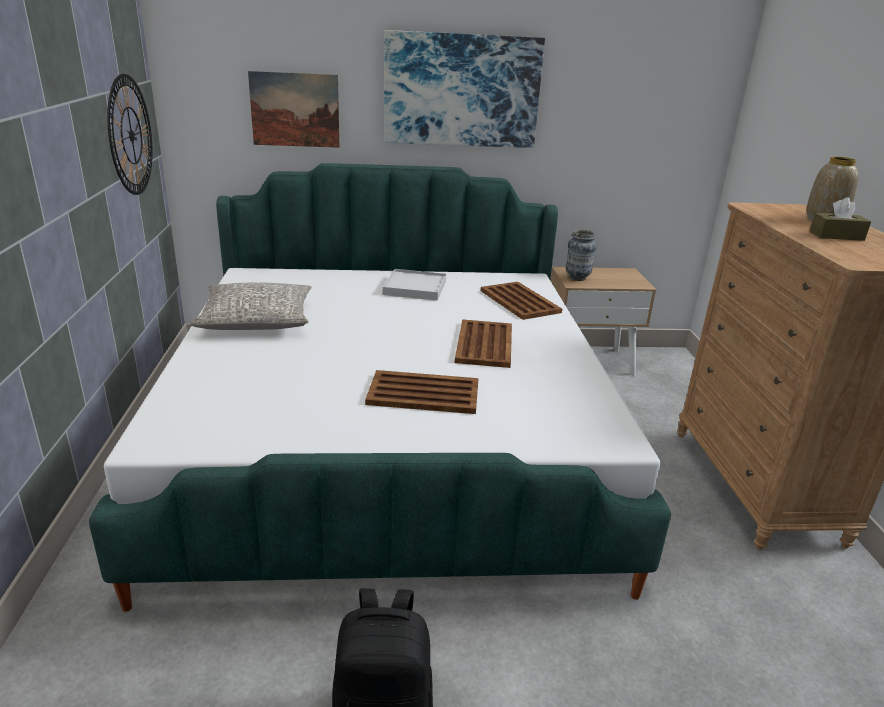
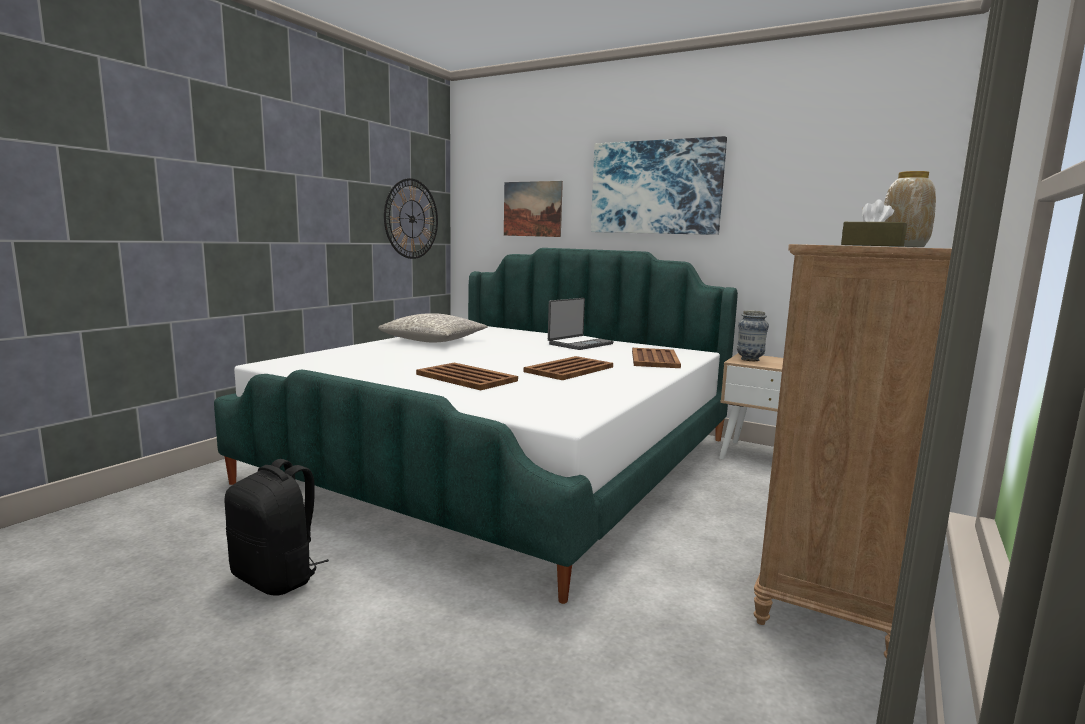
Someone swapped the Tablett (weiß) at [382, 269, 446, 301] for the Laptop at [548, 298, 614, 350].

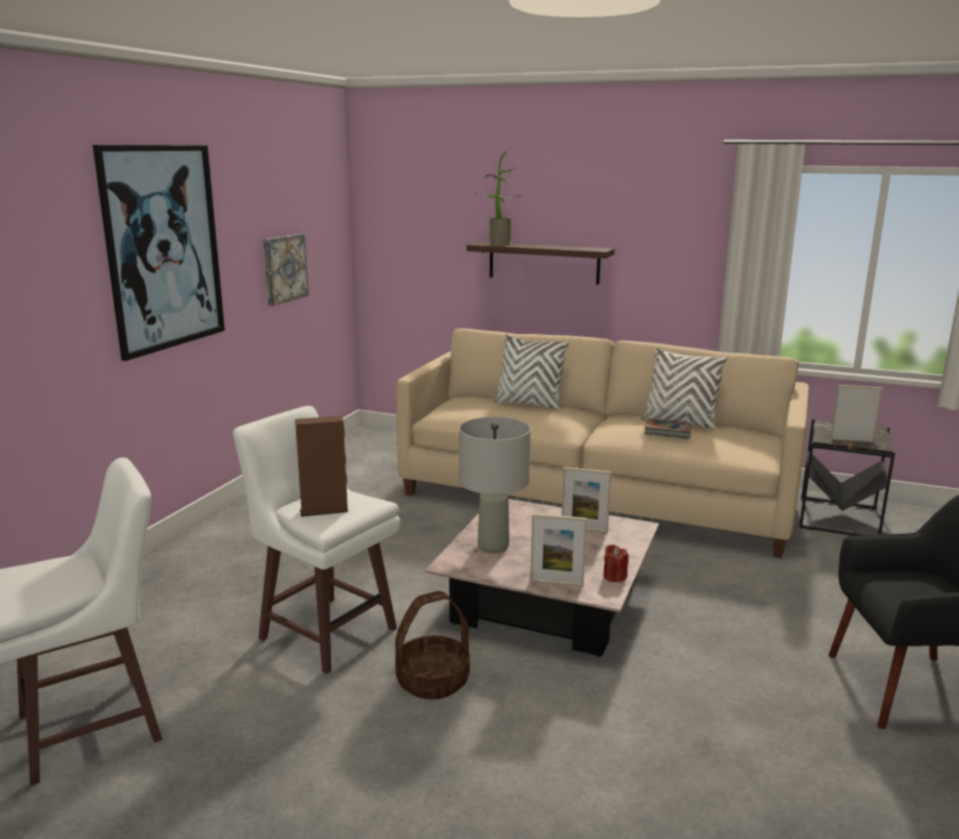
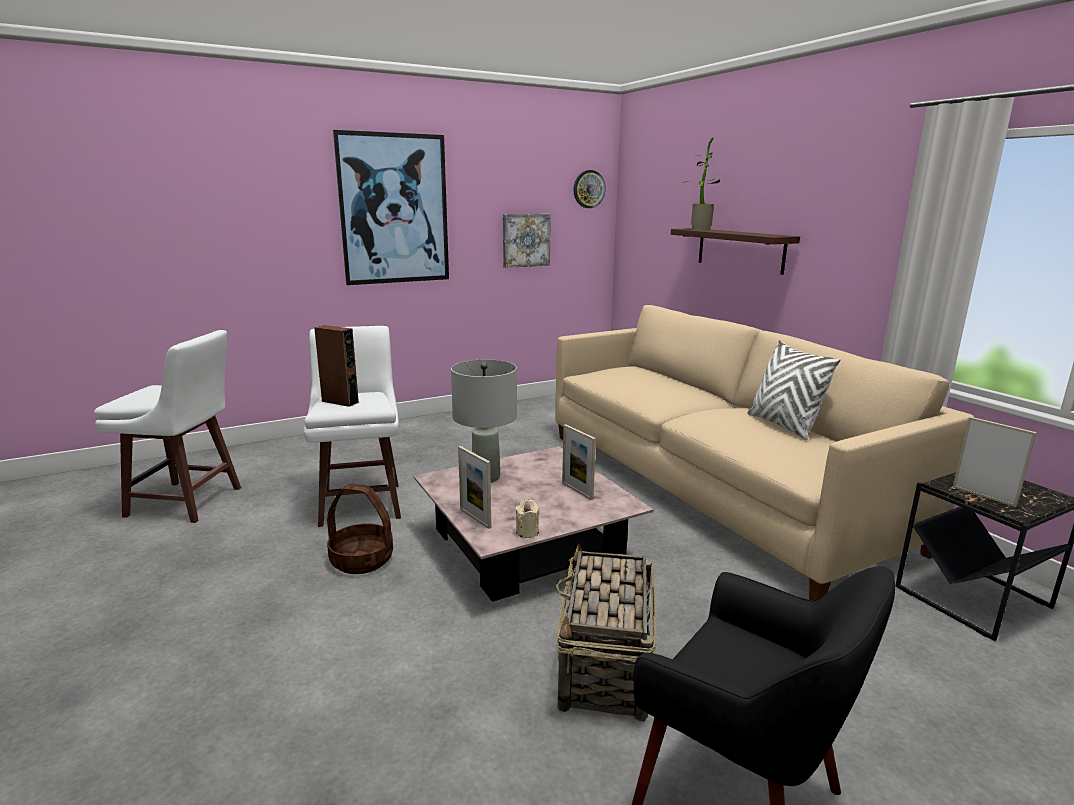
Someone took away the Kissen (weiß) at [494, 334, 569, 410]. Someone took away the Buch at [645, 418, 691, 439]. Someone put down the Korb at [556, 544, 657, 721]. Someone put up the Wanduhr at [573, 170, 606, 208]. Someone repainted the Kerze (rot) at [603, 544, 629, 582], which became the Kerze (beige) at [516, 499, 539, 538].

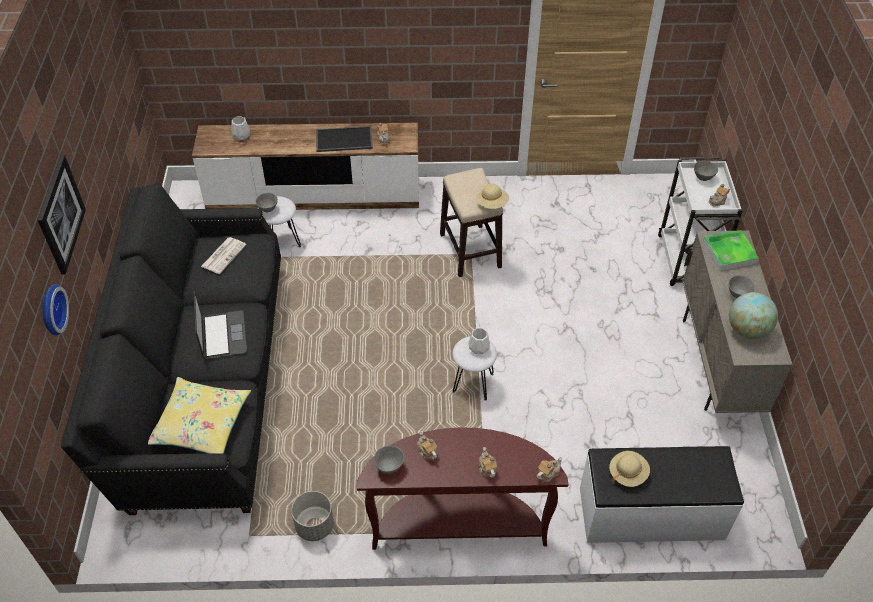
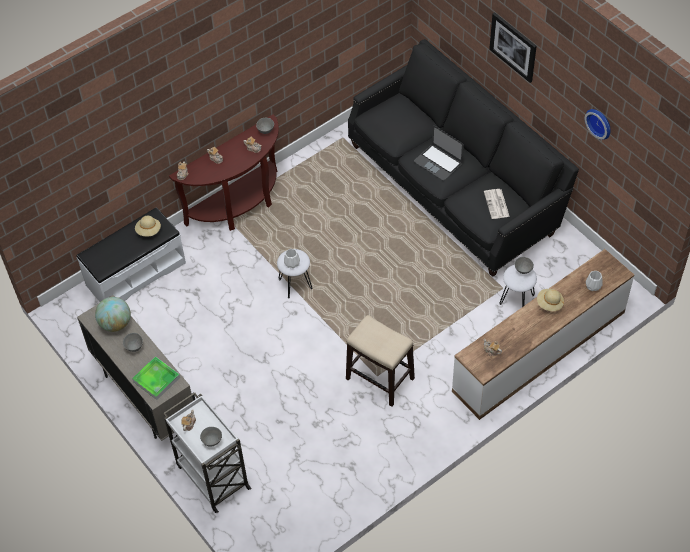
Someone took away the Kissen (gelb) at [148, 377, 251, 454]. Someone took away the Pflanzkübel (grau) at [291, 491, 334, 541]. Someone took away the Tablett at [316, 126, 373, 152]. Someone carried the Wanduhr from [43, 284, 69, 336] to [585, 109, 610, 140]. Someone carried the Hut (beige) from [476, 184, 509, 209] to [537, 289, 564, 311].

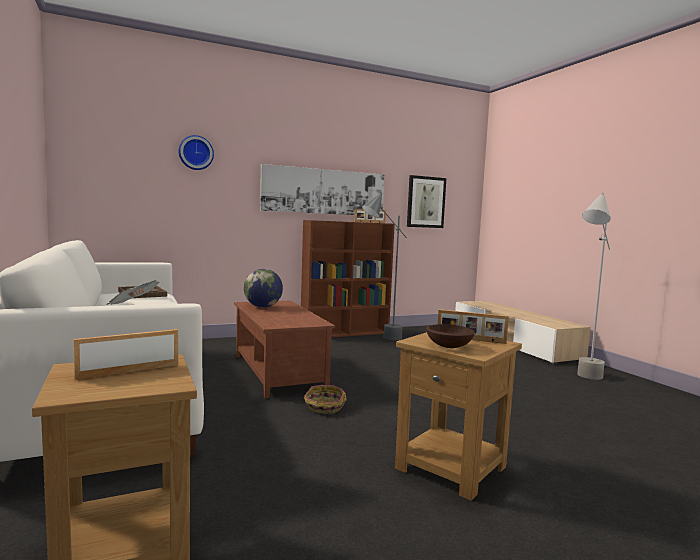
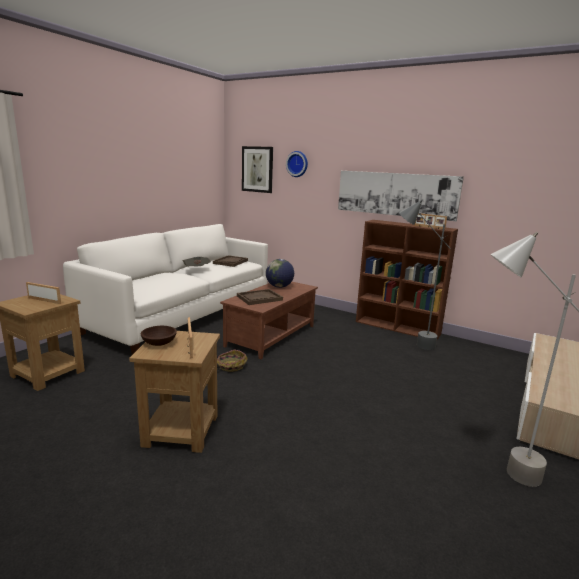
Someone put down the Tablett (braun) at [237, 289, 283, 305]. Someone carried the Bild from [407, 175, 446, 228] to [242, 146, 273, 193].

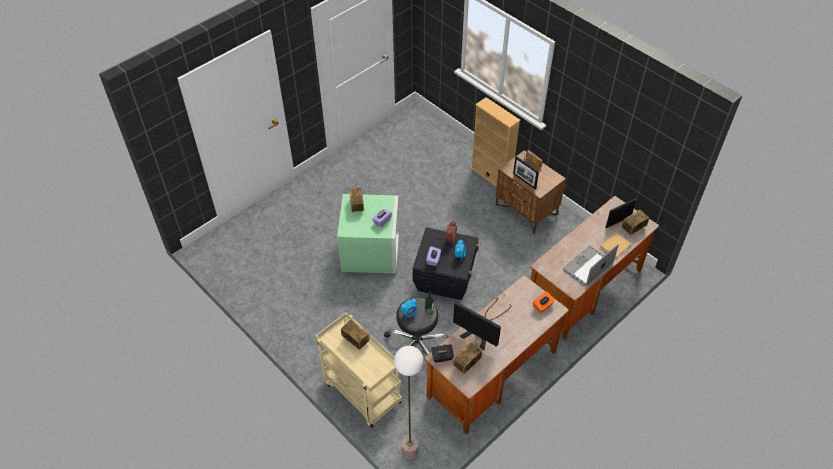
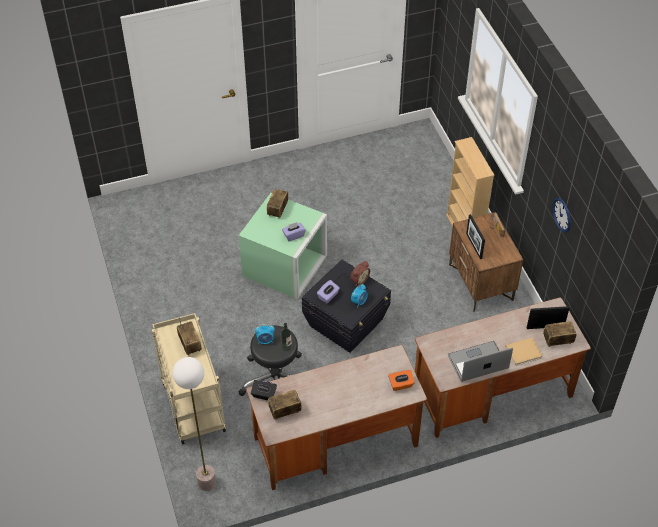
Someone took away the Monitor at [453, 297, 512, 350]. Someone put up the Wanduhr at [553, 198, 571, 233].

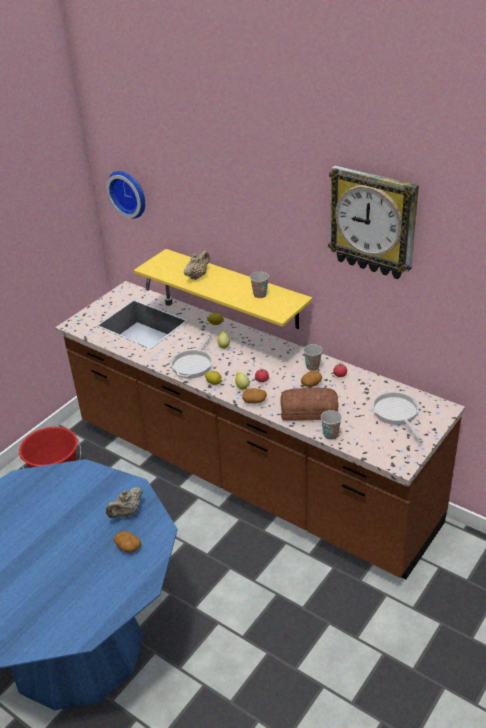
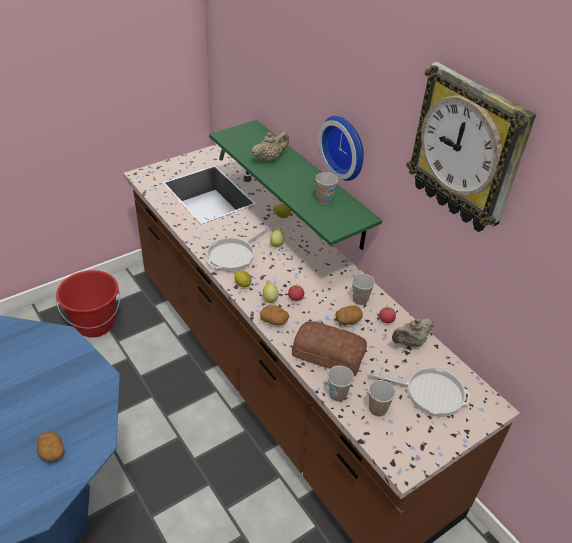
Someone put down the Tasse at [369, 380, 396, 417]. Someone carried the Wanduhr from [106, 171, 145, 219] to [318, 116, 364, 181]. Someone carried the Teekanne (beige) from [106, 487, 143, 518] to [392, 318, 434, 347]. Someone repainted the Wandregal (gelb) at [134, 249, 313, 329], which became the Wandregal (grün) at [209, 120, 382, 250]. Someone rotated the Pfanne at [373, 390, 423, 443] by 105 degrees clockwise.

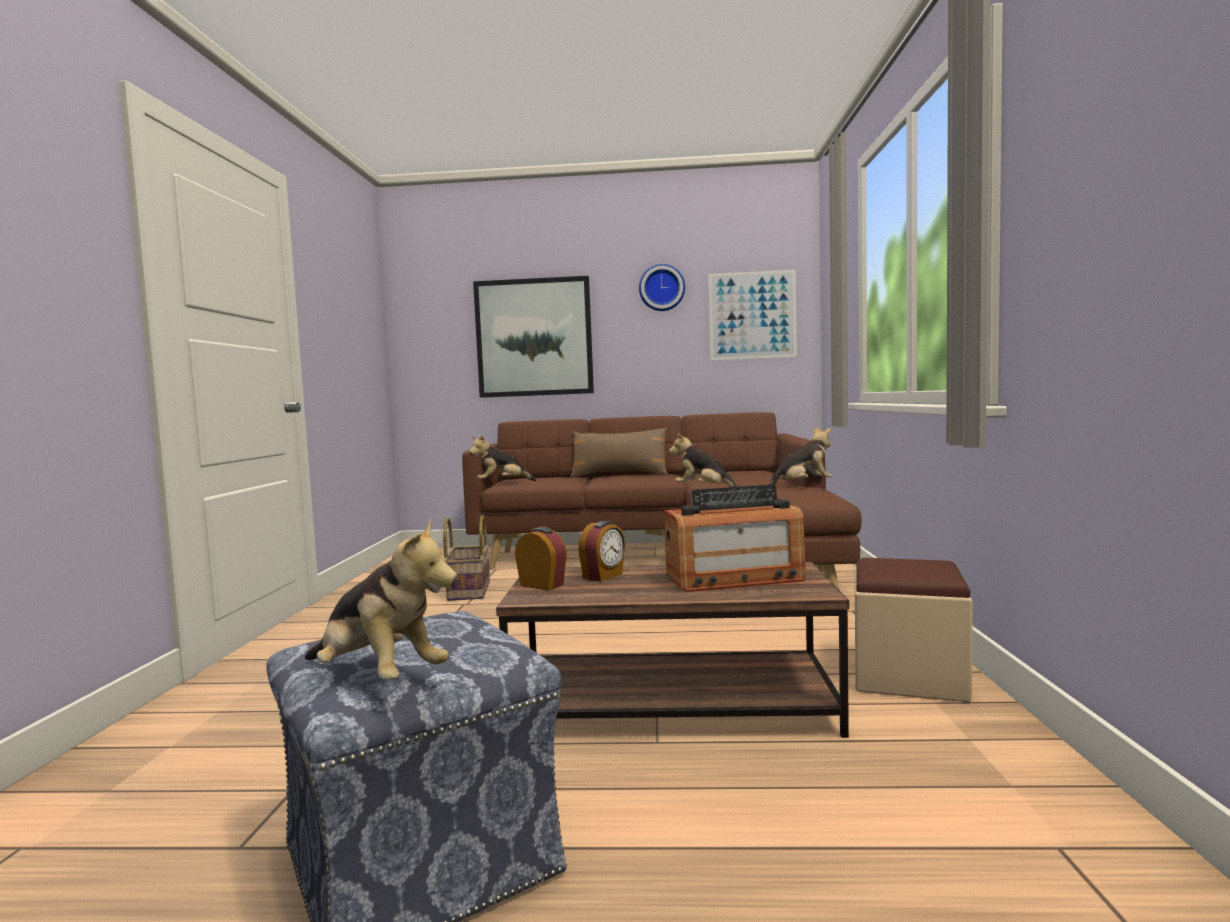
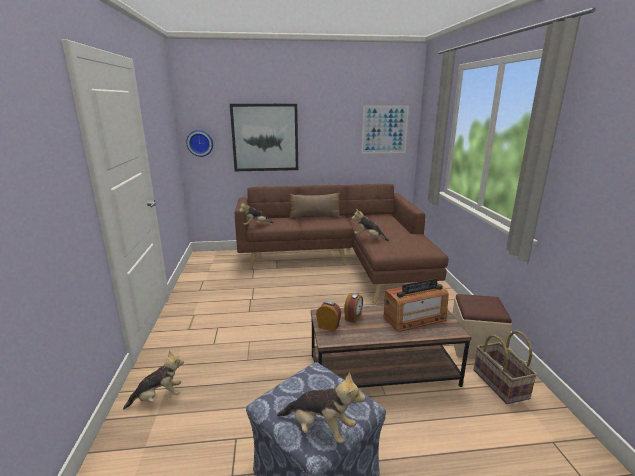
Someone carried the Korb from [443, 516, 490, 601] to [474, 331, 537, 404]. Someone carried the Wanduhr from [639, 264, 685, 311] to [186, 130, 213, 157]. Someone carried the Plüschtier from [768, 426, 832, 485] to [123, 351, 184, 410].

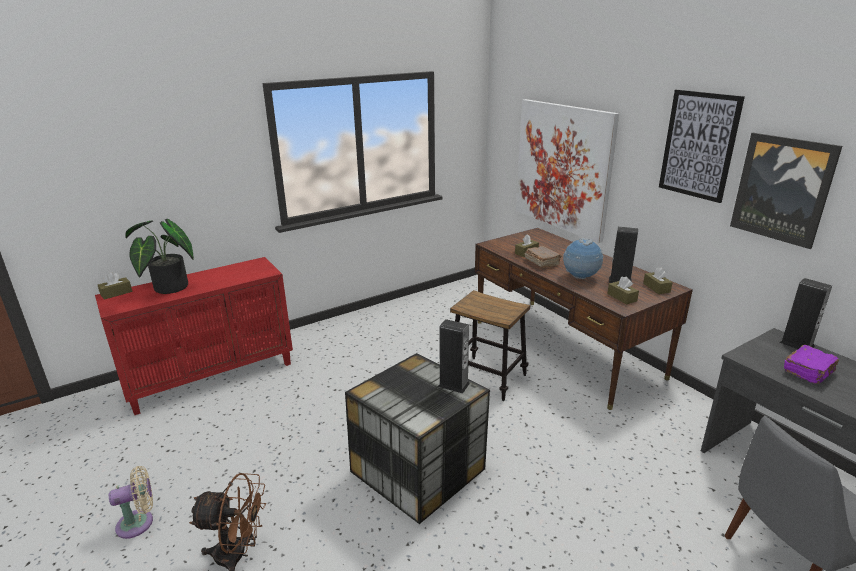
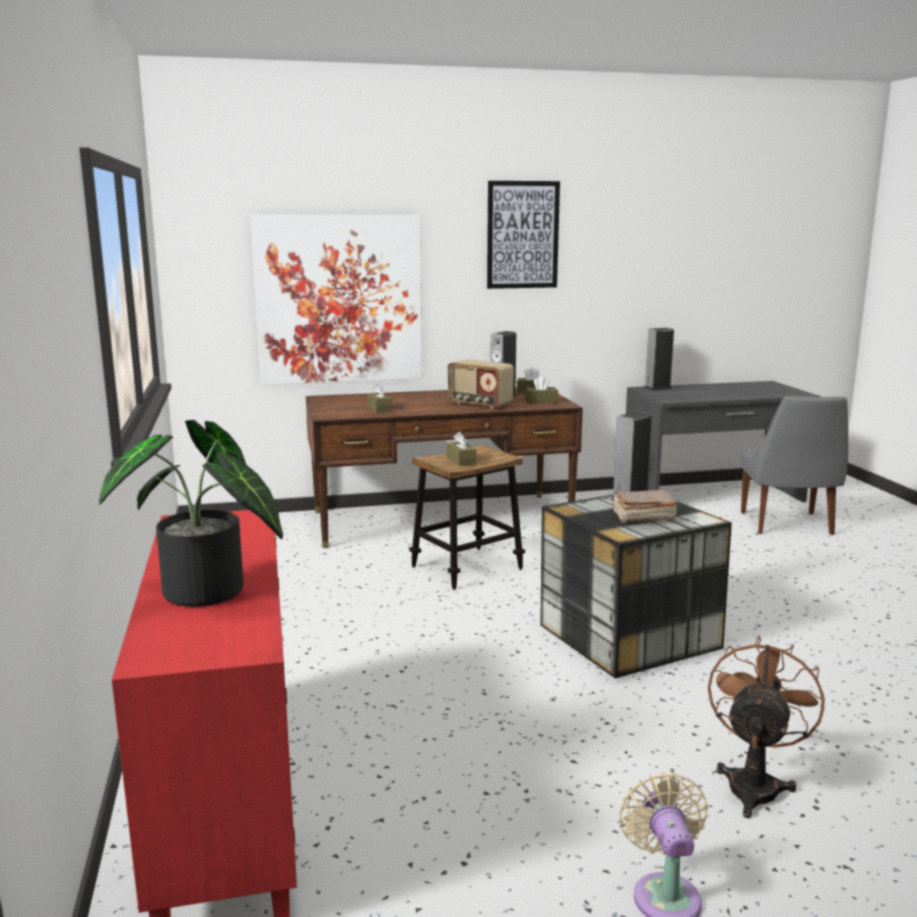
Someone took away the Bild at [730, 133, 842, 249]. Someone took away the Buch (lila) at [784, 345, 839, 384]. Someone carried the Taschentuchbox (braun) from [98, 272, 132, 300] to [447, 432, 477, 466]. Someone carried the Buch (braun) from [525, 246, 562, 268] to [612, 490, 677, 523]. Someone swapped the Globus at [563, 238, 603, 279] for the Radio at [448, 359, 514, 409].

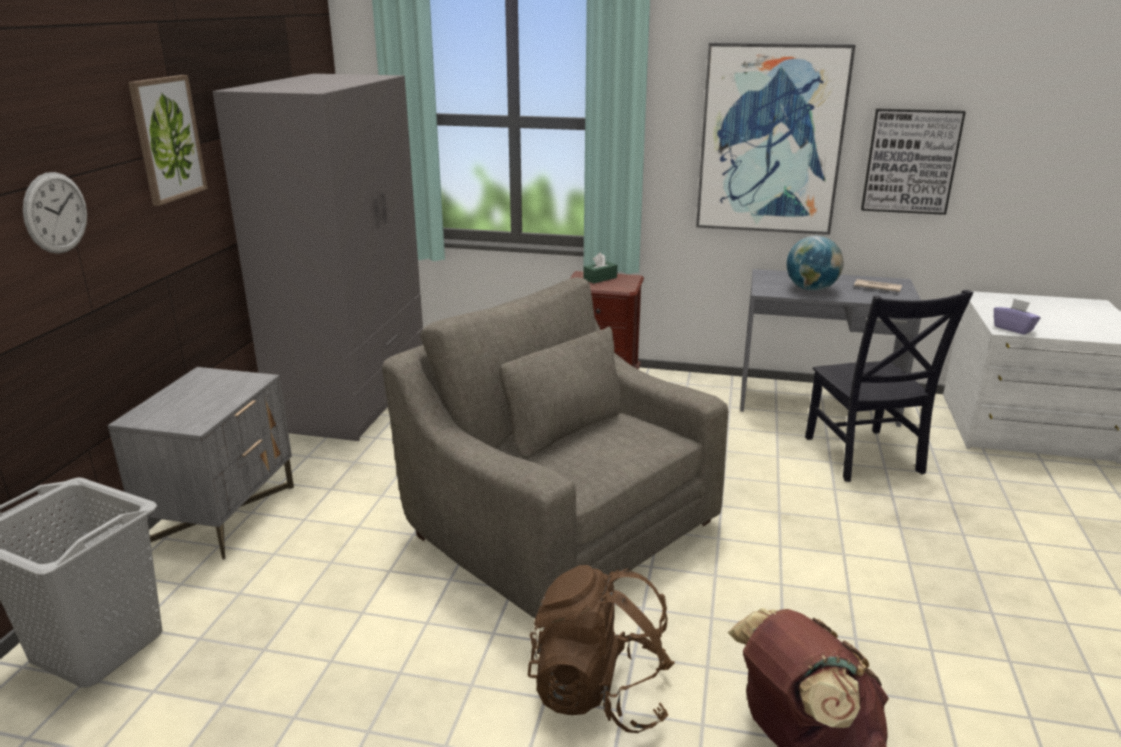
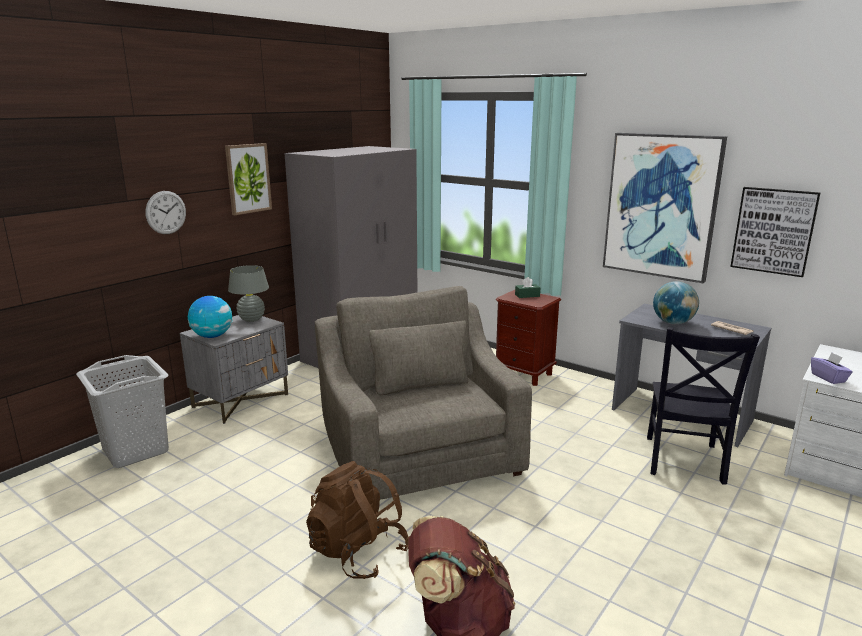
Someone put down the Globus at [188, 296, 233, 338]. Someone put down the Tischlampe (grau) at [228, 265, 269, 322].

